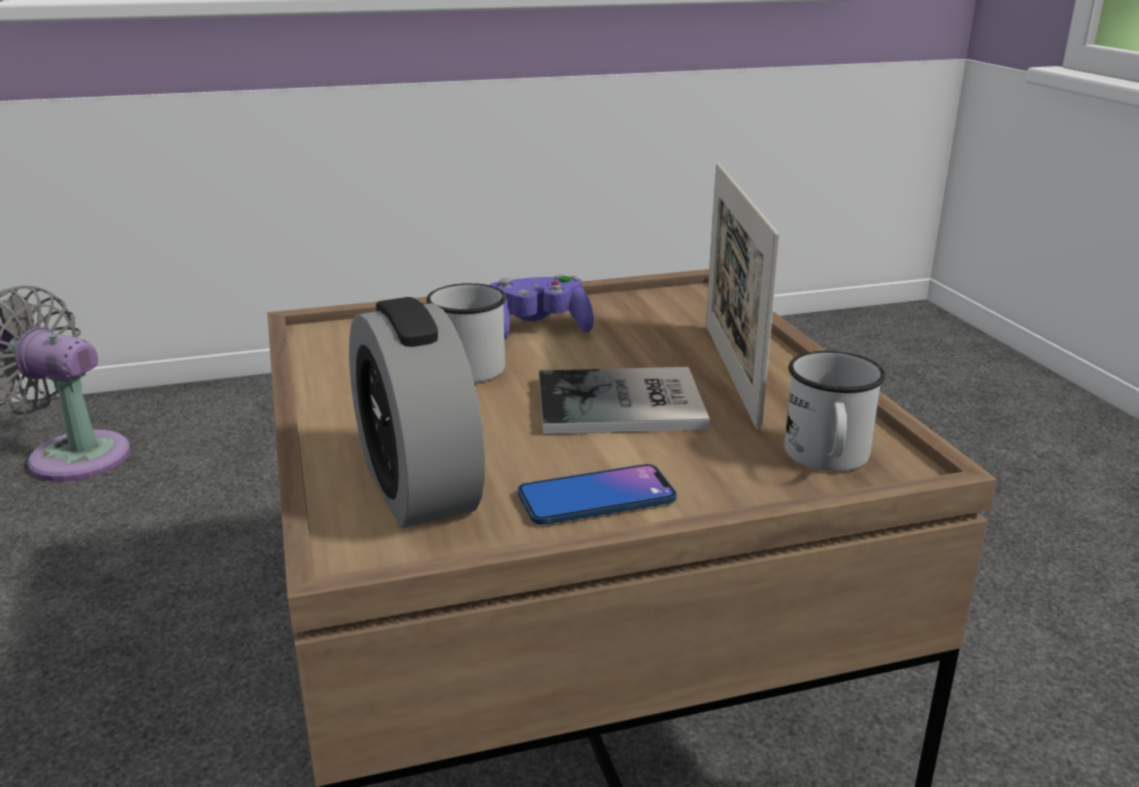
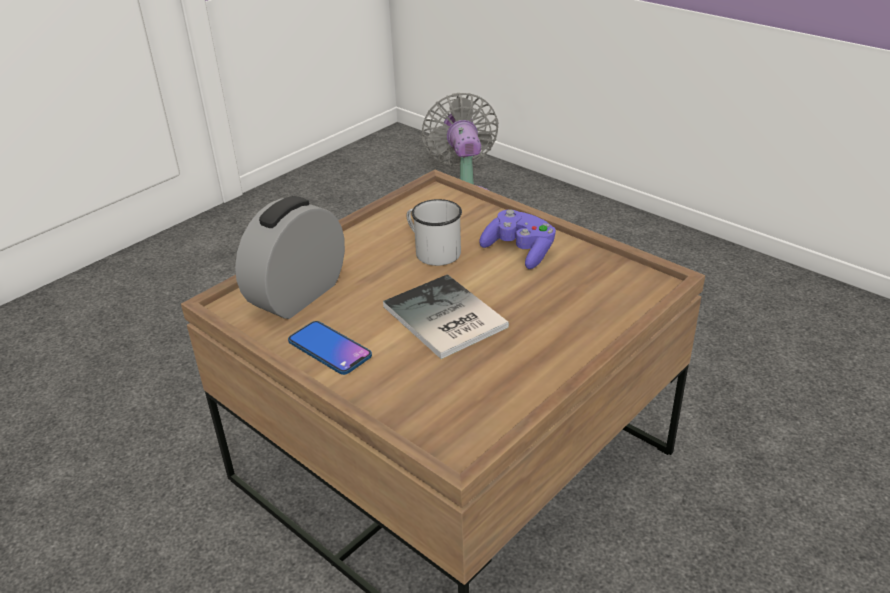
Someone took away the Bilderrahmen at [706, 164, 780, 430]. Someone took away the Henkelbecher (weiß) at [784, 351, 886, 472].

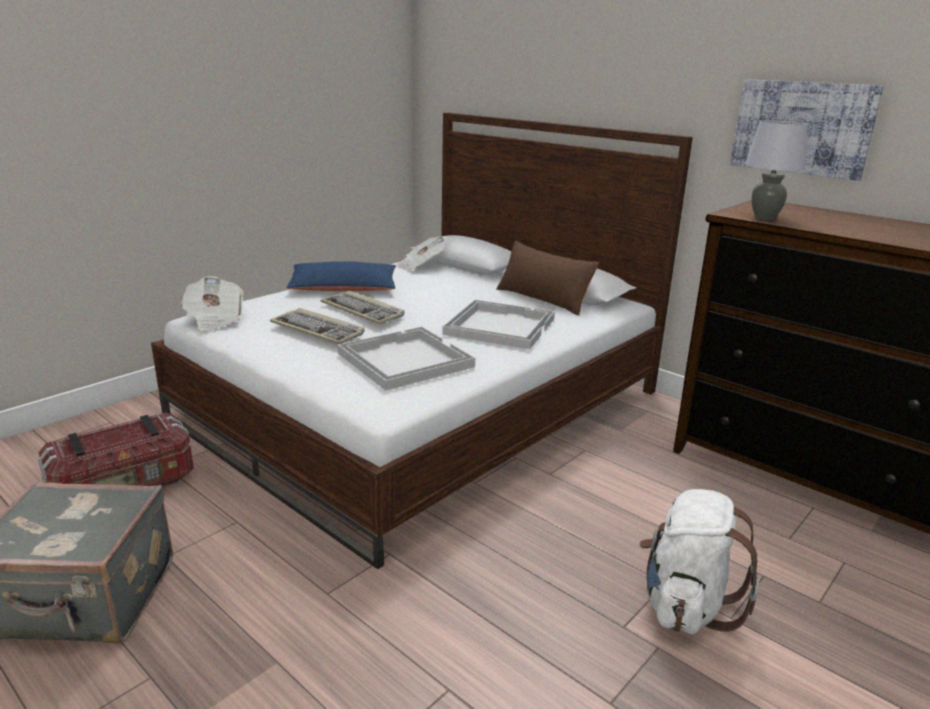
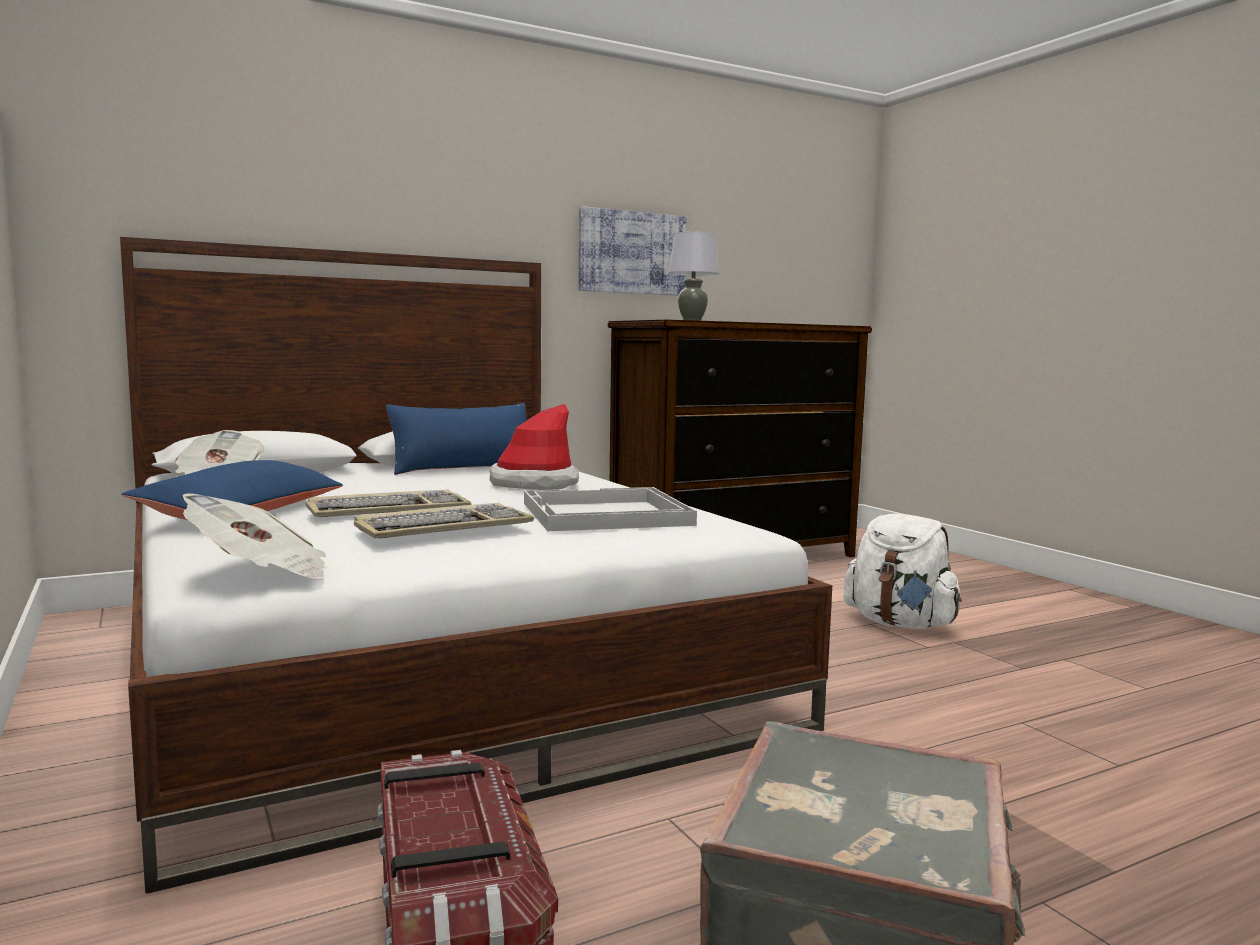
Someone swapped the Tablett (weiß) at [443, 300, 555, 349] for the Hut at [490, 404, 579, 490]. Someone repainted the Kissen (braun) at [497, 241, 599, 315], which became the Kissen (blau) at [386, 403, 526, 475].

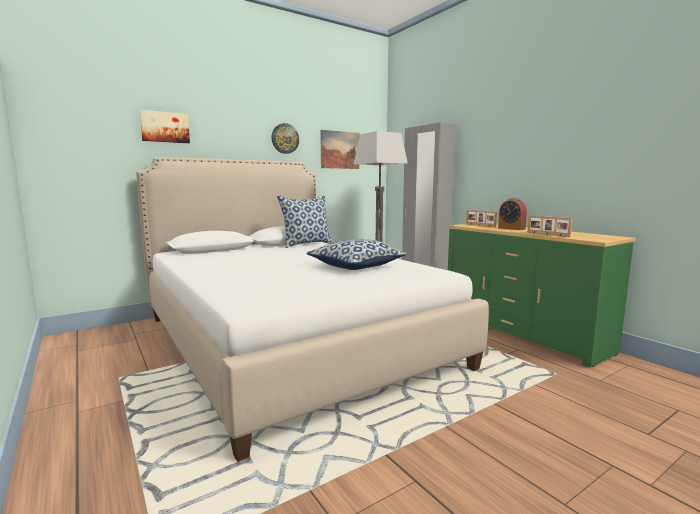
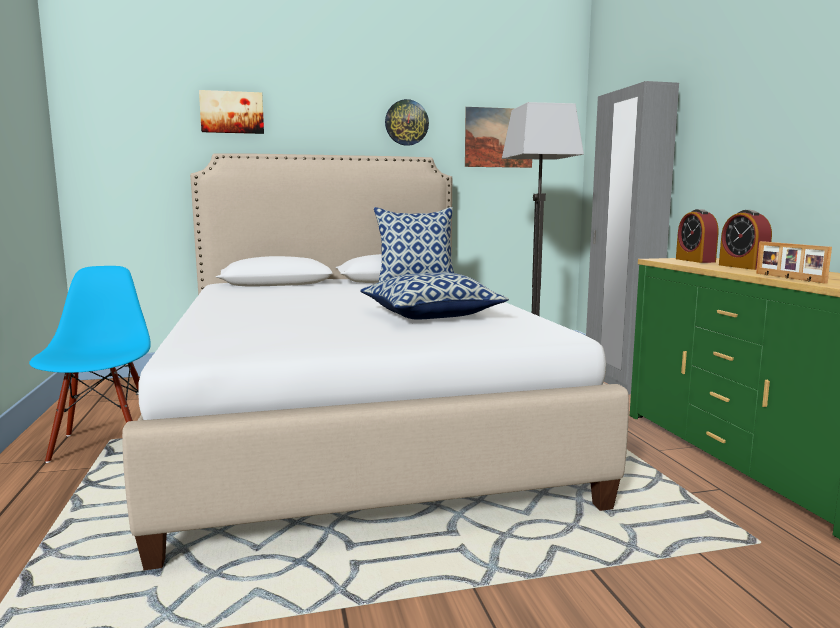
Someone put down the Stuhl (blau) at [29, 266, 151, 463]. Someone swapped the Bilderrahmen at [466, 210, 497, 227] for the Wecker at [676, 209, 718, 263].

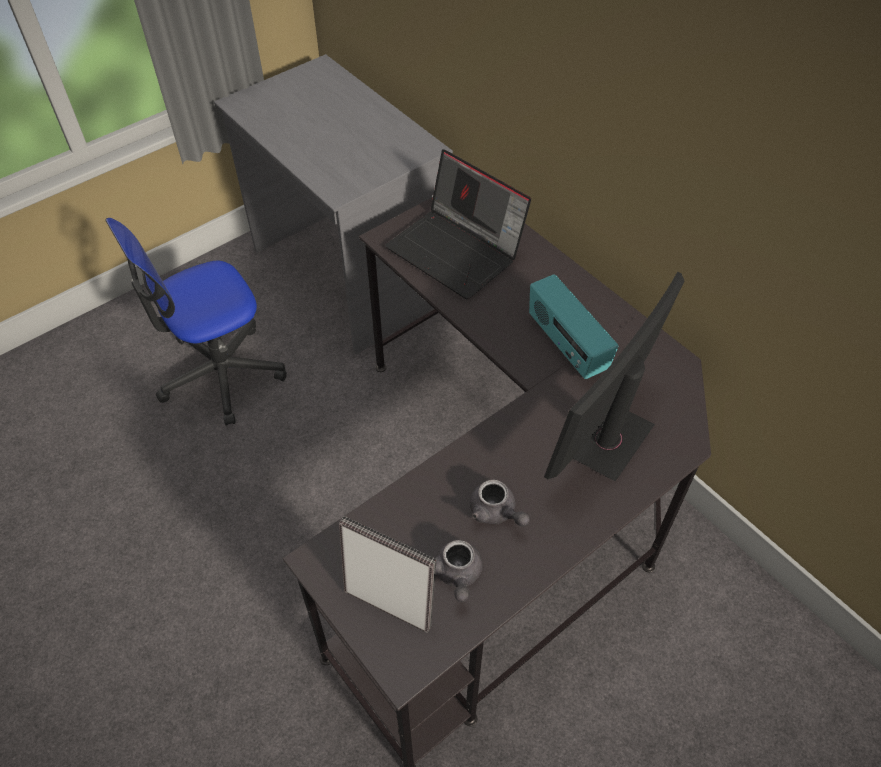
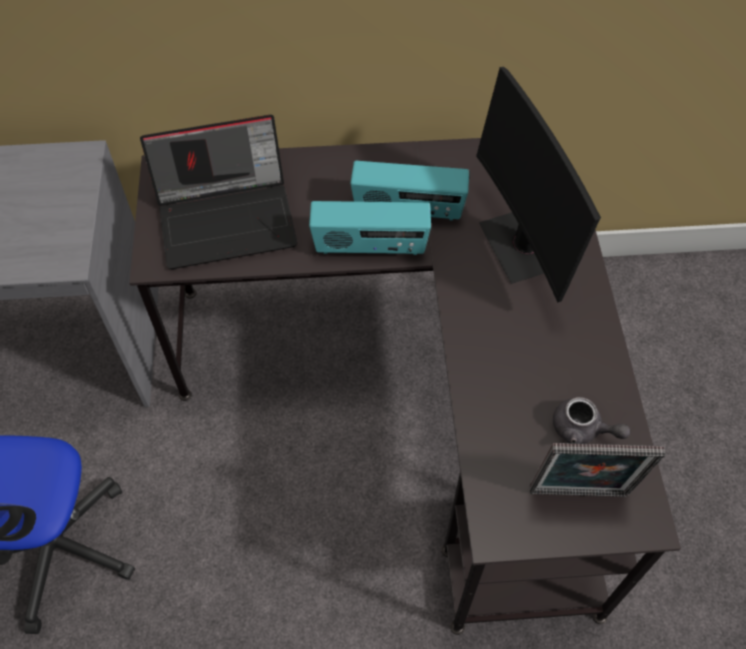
Someone took away the Teekanne (grau) at [470, 480, 530, 526]. Someone put down the Radio at [309, 201, 431, 255]. Someone rotated the Bilderrahmen at [339, 516, 437, 633] by 150 degrees counterclockwise.

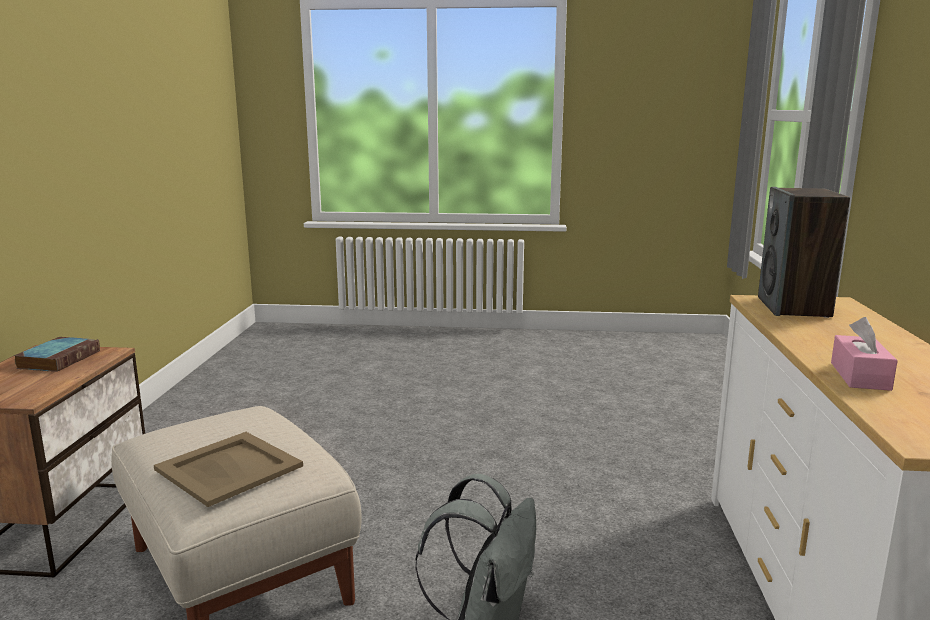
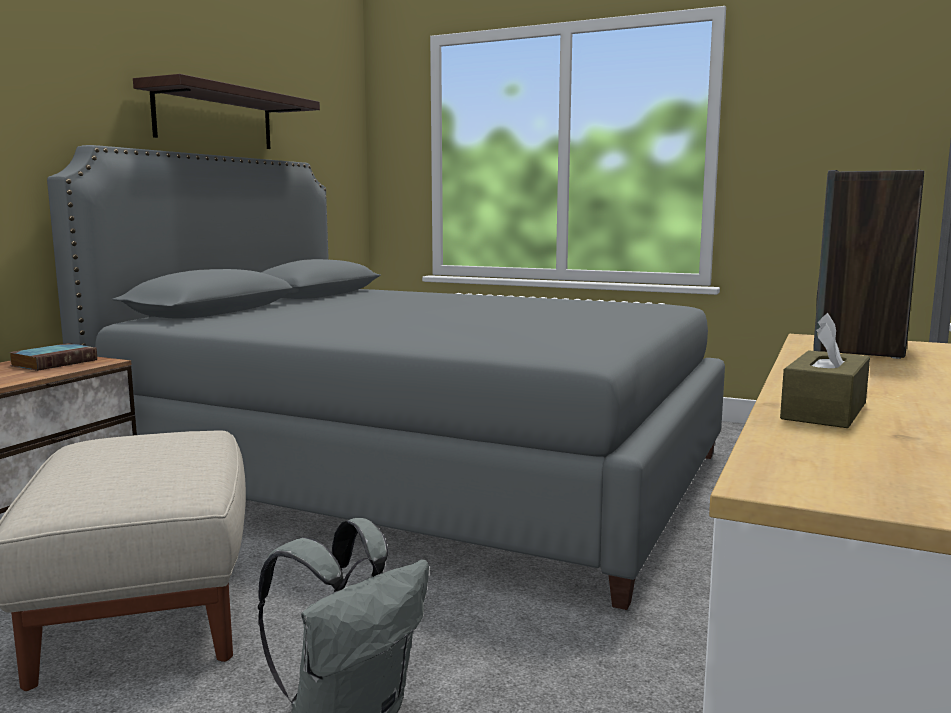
Someone took away the Tablett (beige) at [154, 432, 303, 507]. Someone put down the Bett (grau) at [47, 145, 725, 610]. Someone put up the Wandregal at [133, 74, 320, 149]. Someone repainted the Taschentuchbox (rosa) at [831, 317, 898, 391], which became the Taschentuchbox (braun) at [780, 313, 870, 428].

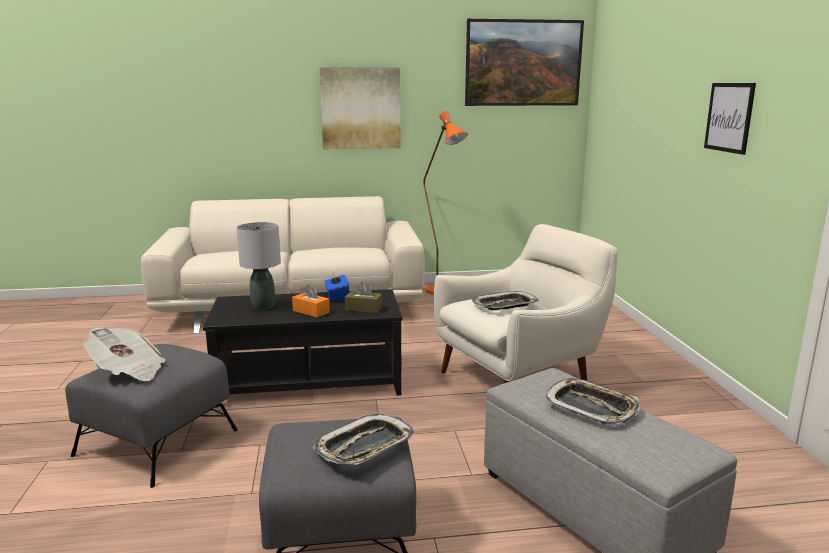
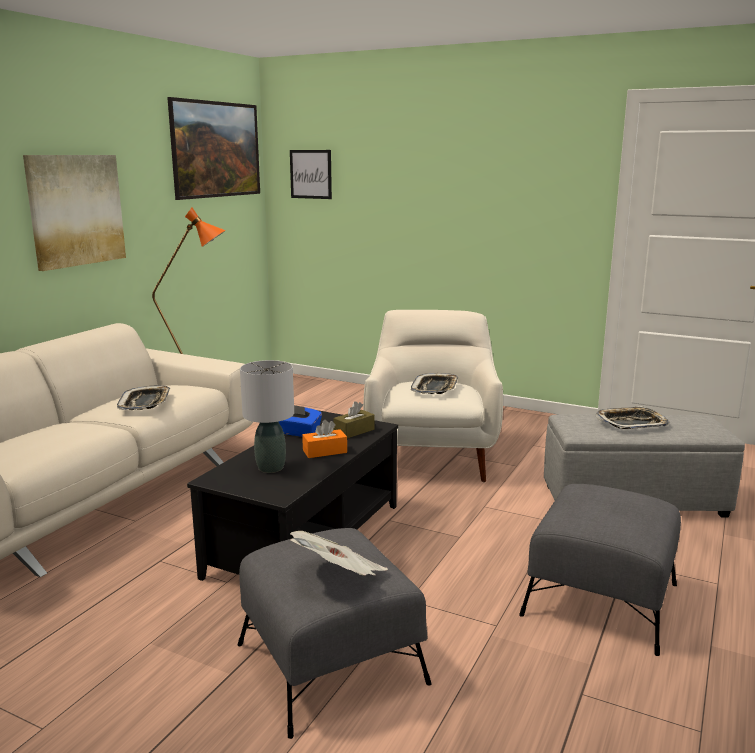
Someone carried the Tablett from [313, 414, 414, 465] to [117, 385, 170, 410]. Someone carried the Bild from [704, 83, 756, 155] to [290, 150, 332, 199].

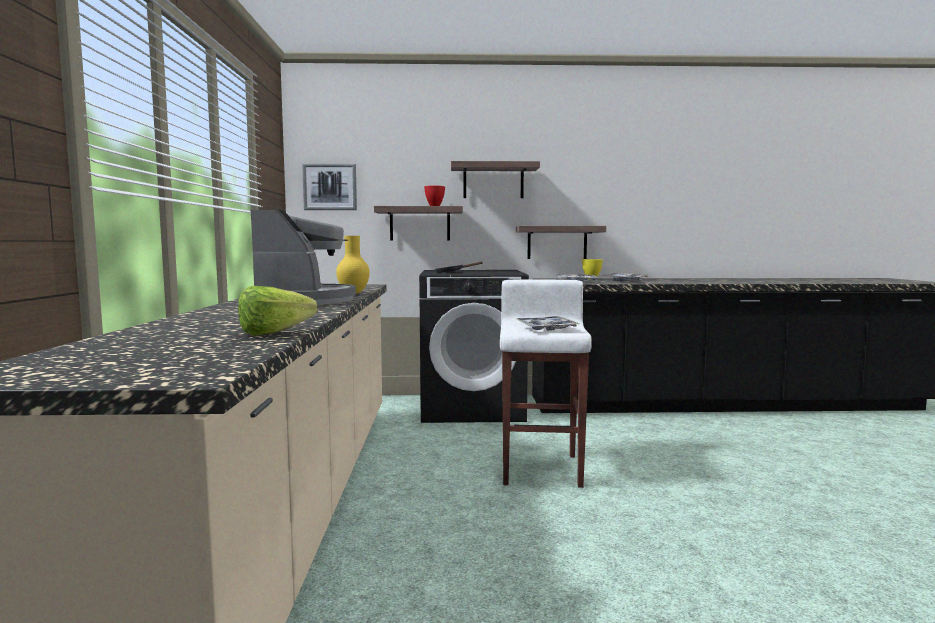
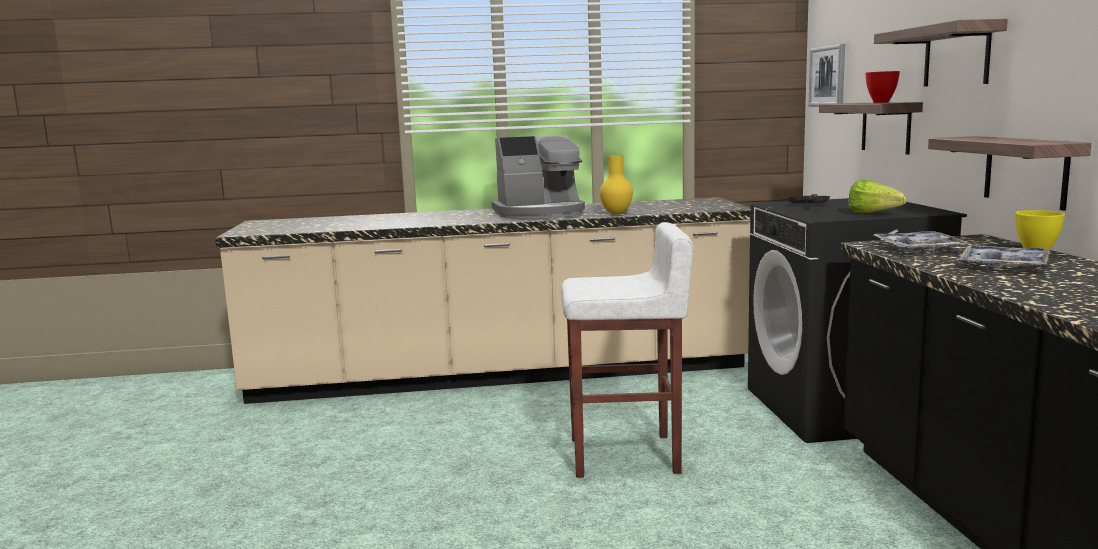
Someone took away the Tablett at [516, 316, 579, 330]. Someone carried the Salatkopf from [238, 286, 318, 336] to [848, 180, 907, 213].

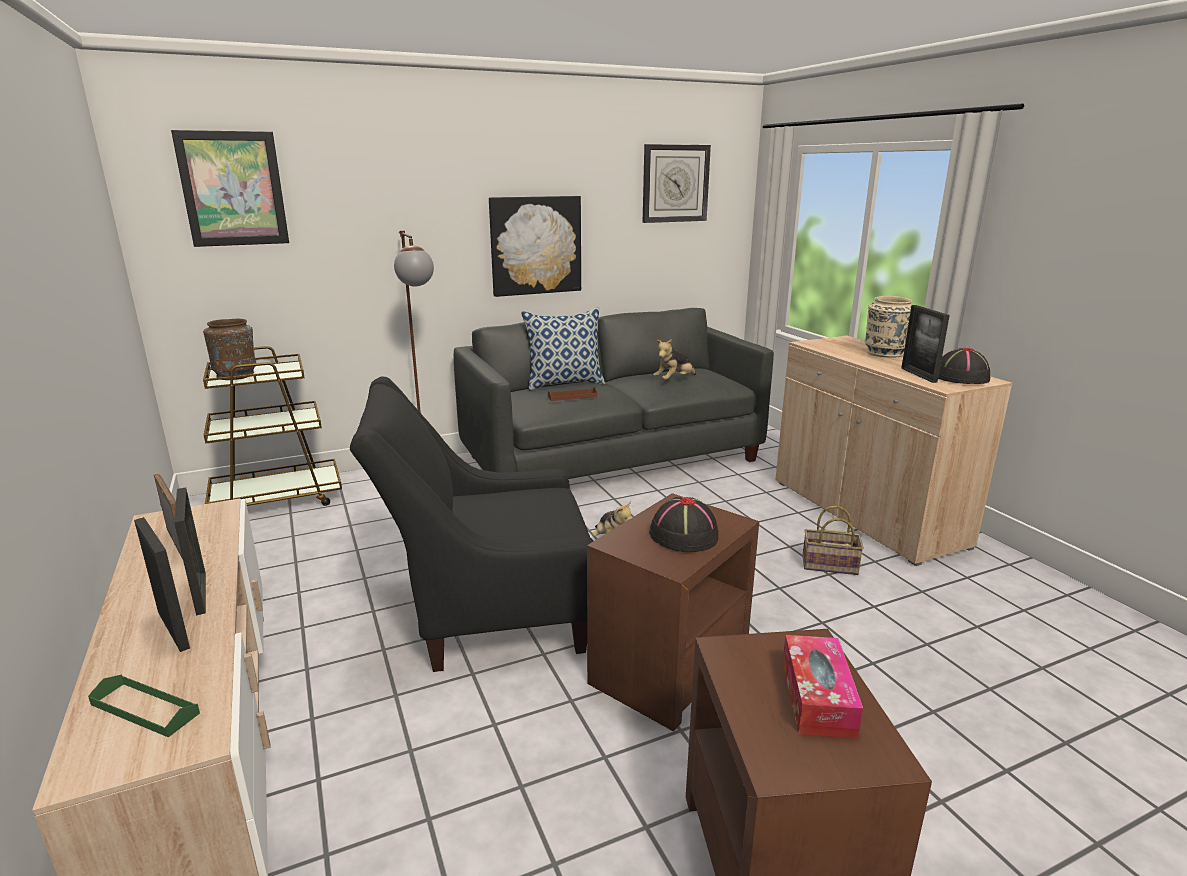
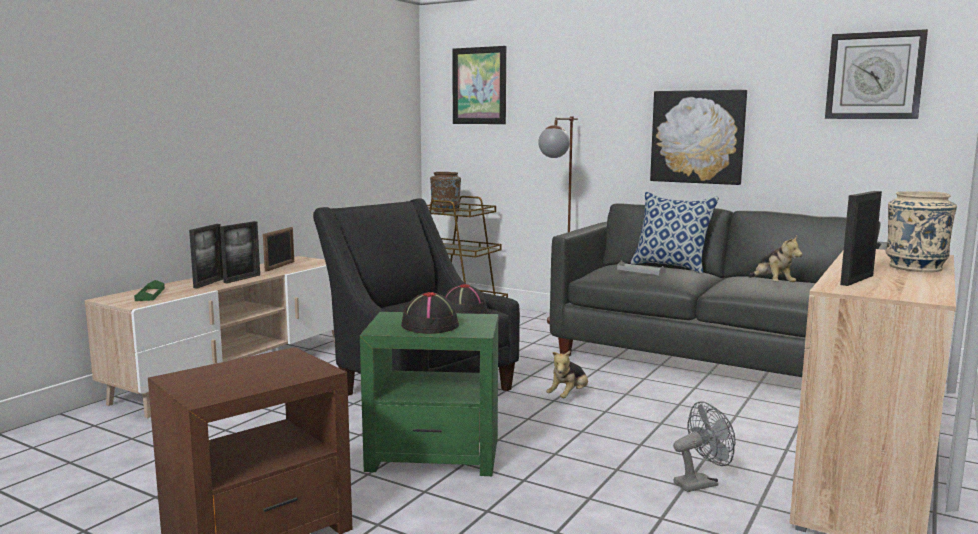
Someone took away the Taschentuchbox at [782, 635, 863, 739]. Someone carried the Hut (schwarz) from [938, 348, 991, 384] to [445, 284, 488, 314]. Someone swapped the Korb at [802, 506, 864, 575] for the Ventilator (grau) at [673, 401, 735, 492]. Someone repainted the Tablett (braun) at [548, 387, 597, 401], which became the Tablett (grau) at [617, 261, 666, 275]. Someone repainted the Beistelltisch (braun) at [587, 493, 759, 731], which became the Beistelltisch (grün) at [360, 312, 498, 476]. Someone rotated the Plüschtier at [653, 339, 696, 380] by 120 degrees counterclockwise.

